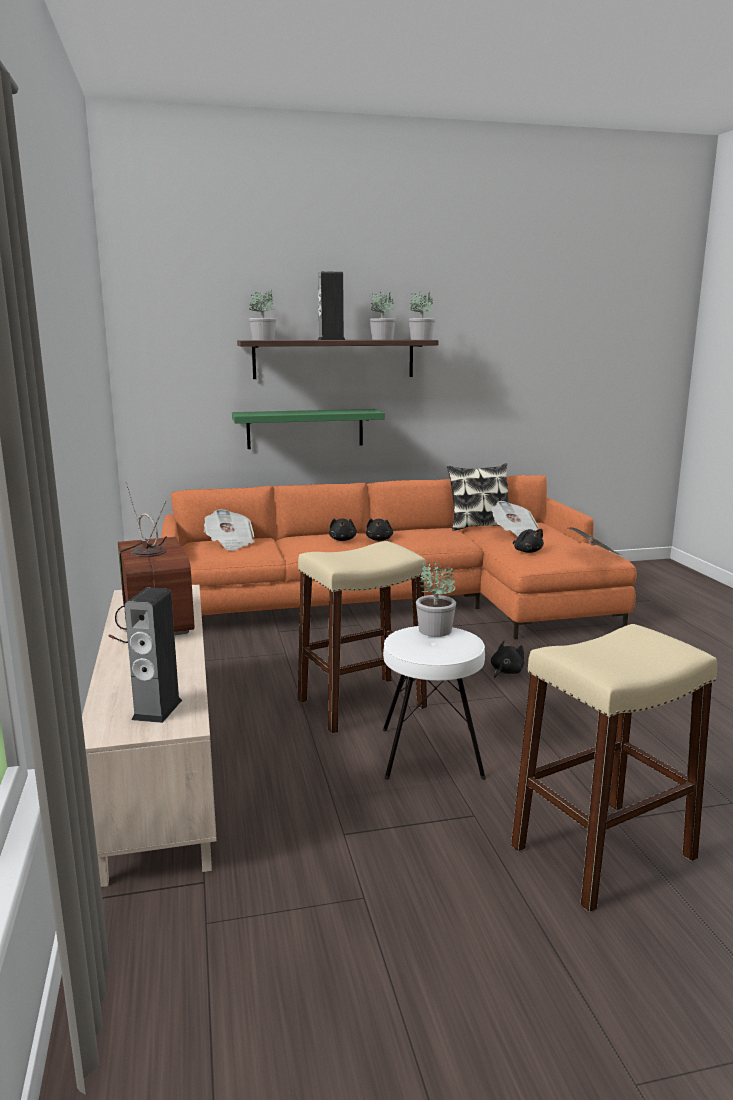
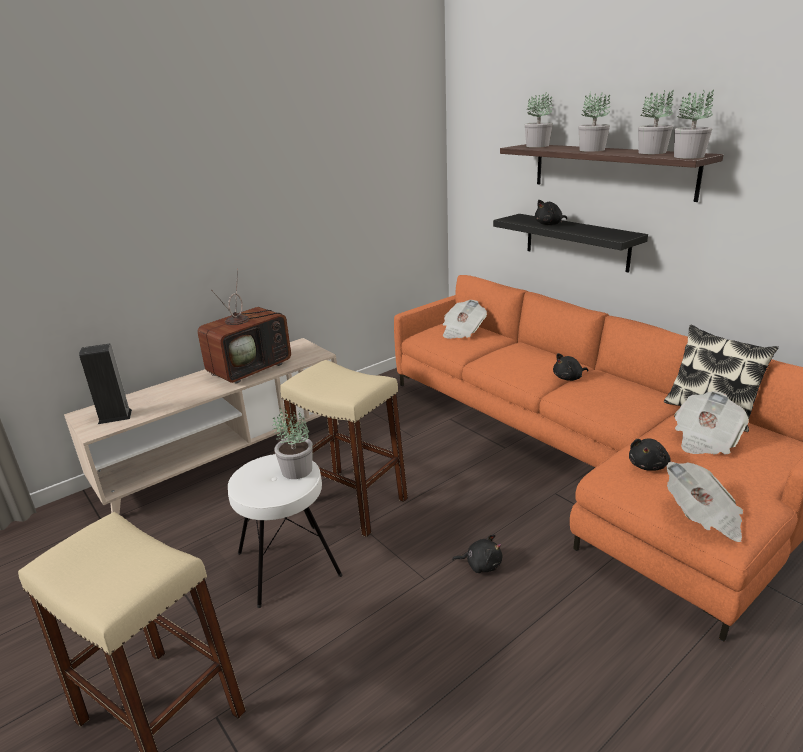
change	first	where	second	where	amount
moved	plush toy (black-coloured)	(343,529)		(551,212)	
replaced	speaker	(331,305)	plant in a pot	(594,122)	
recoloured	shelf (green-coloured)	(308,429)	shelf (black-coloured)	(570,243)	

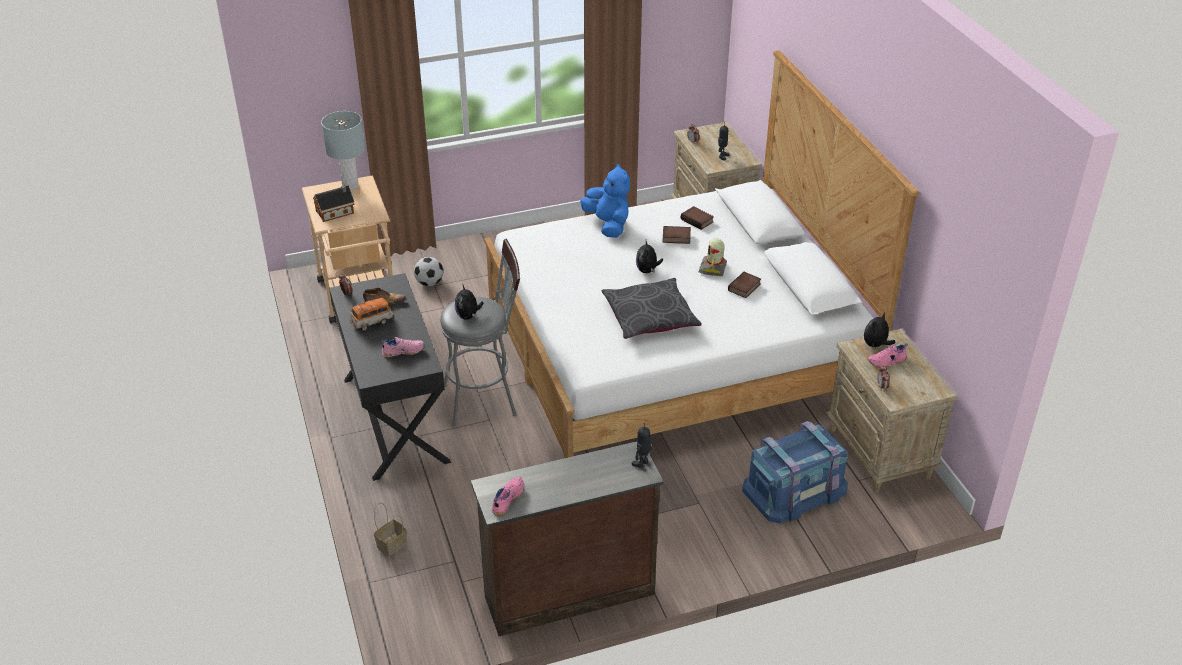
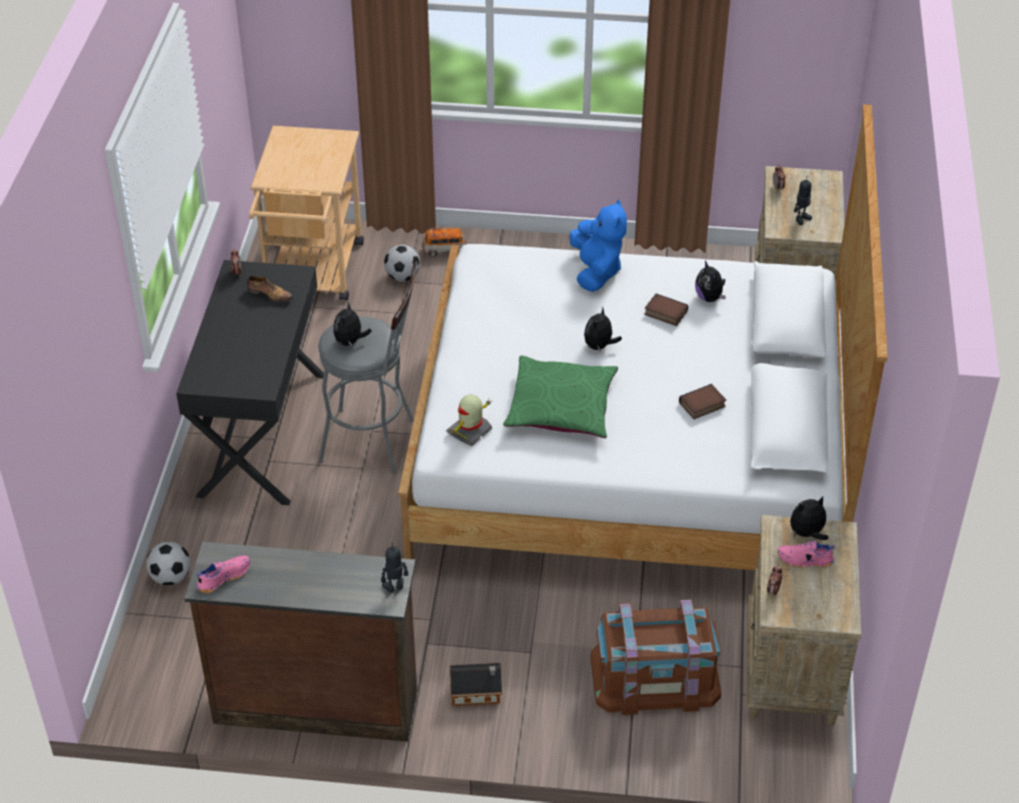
change	first	where	second	where	amount
removed	tabletop lamp (gray)	(343,150)			
removed	low shoe (pinkish)	(402,347)			
moved	miniature house	(334,203)		(476,684)	
moved	model car	(371,314)		(444,242)	
moved	model robot	(713,257)		(469,421)	
replaced	basket	(390,529)	football ball	(168,563)	
replaced	bound book	(697,218)	plush toy	(710,281)	
recoloured	cushion (gray)	(652,308)	cushion (green-coloured)	(560,397)	
recoloured	storage container (bluish)	(795,472)	storage container (brownish)	(655,657)	

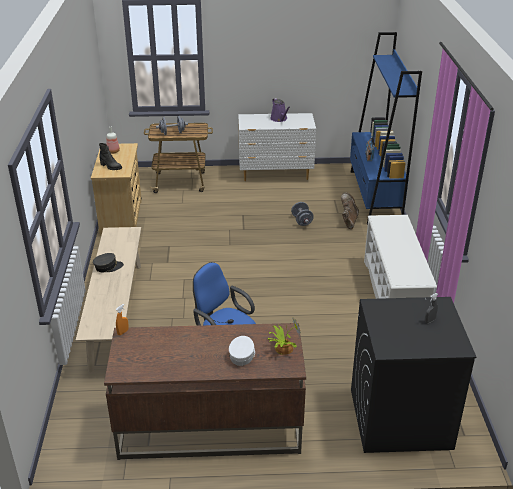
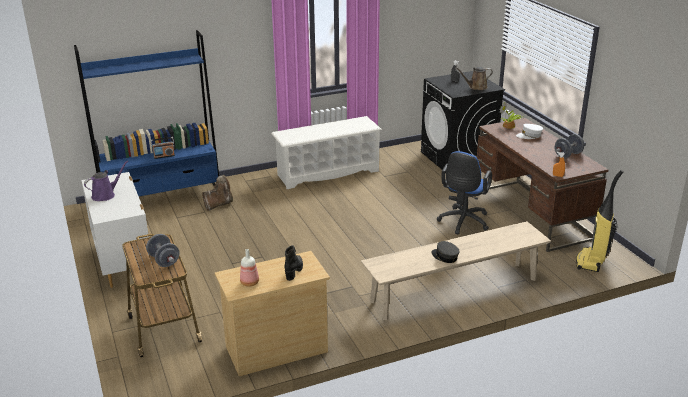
change	first	where	second	where	amount
added			watering can (brownish)	(474,78)	
added			vacuum	(600,221)	
moved	hand weight (gray)	(302,214)		(569,146)	
turned	tall boot (brownish)	(350,210)		(217,193)	150 degrees clockwise

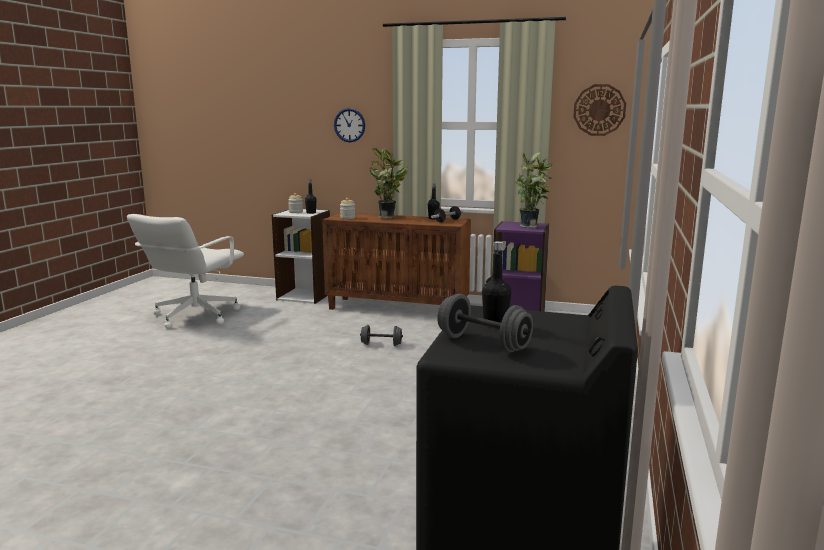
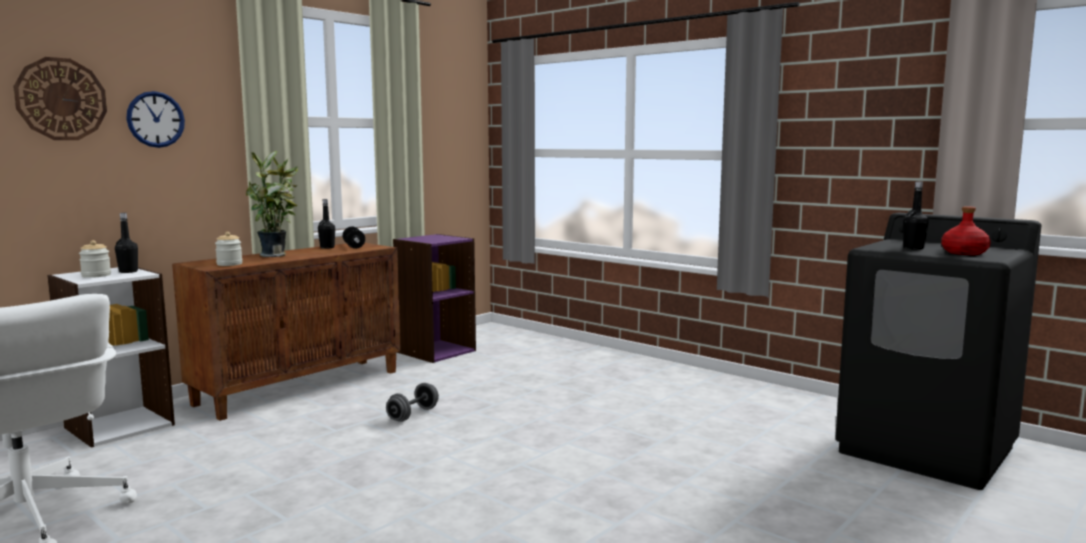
change	first	where	second	where	amount
removed	plant in a pot	(534,190)			
moved	clock on the wall	(599,110)		(60,98)	
replaced	hand weight (gray)	(485,323)	beverage bottle (reddish)	(966,230)	

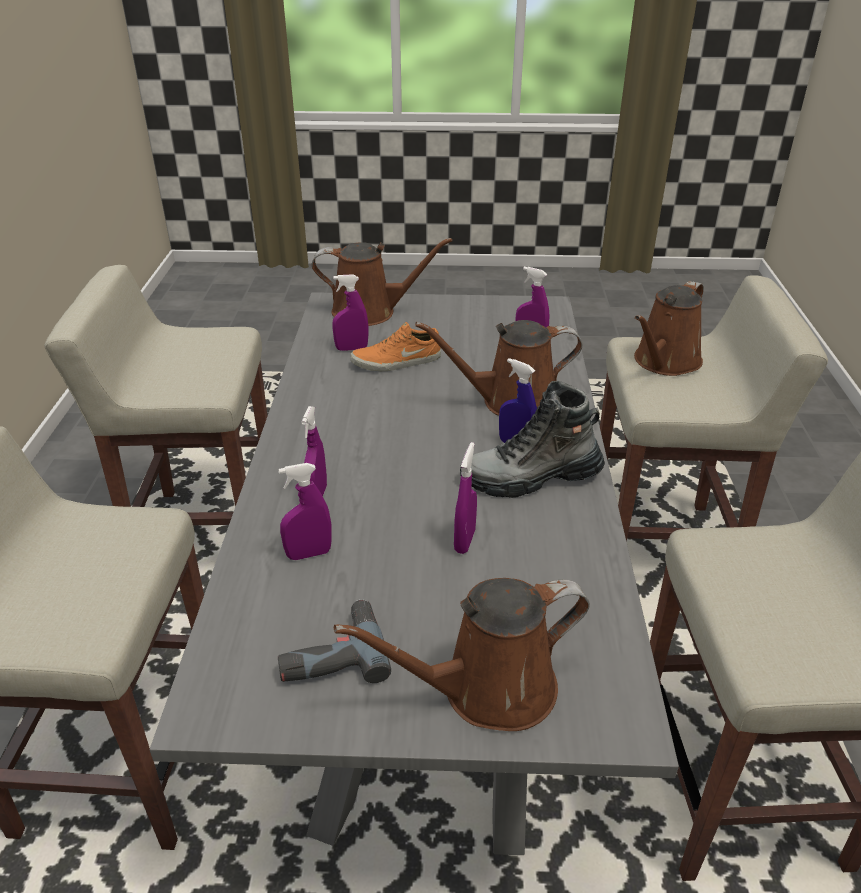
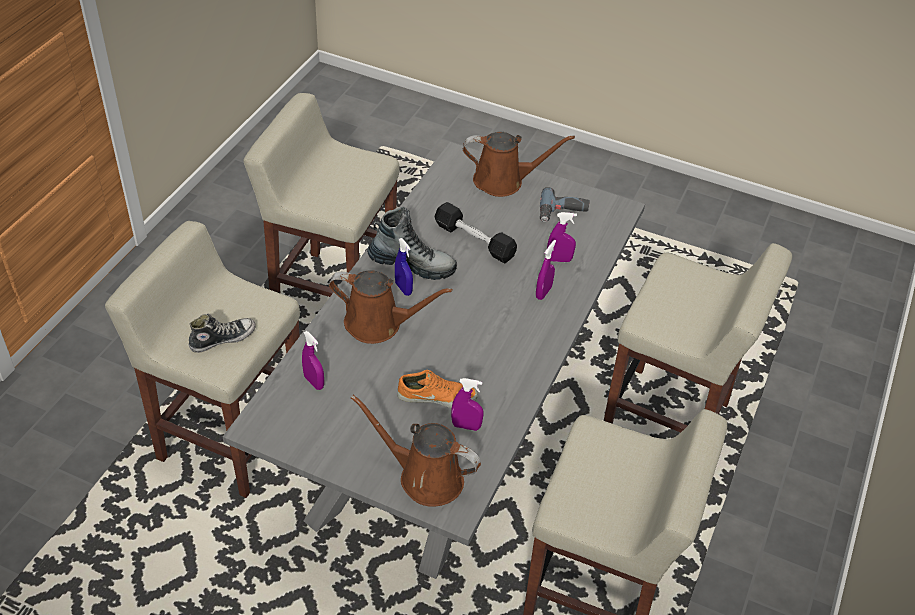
change	first	where	second	where	amount
replaced	spray bottle (purplish)	(465,498)	hand weight (black-coloured)	(475,232)	
replaced	watering can (brownish)	(669,328)	low shoe	(222,333)	

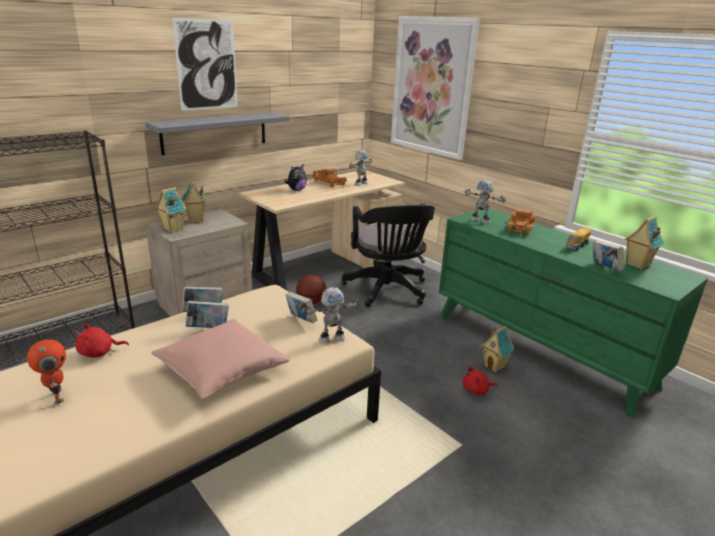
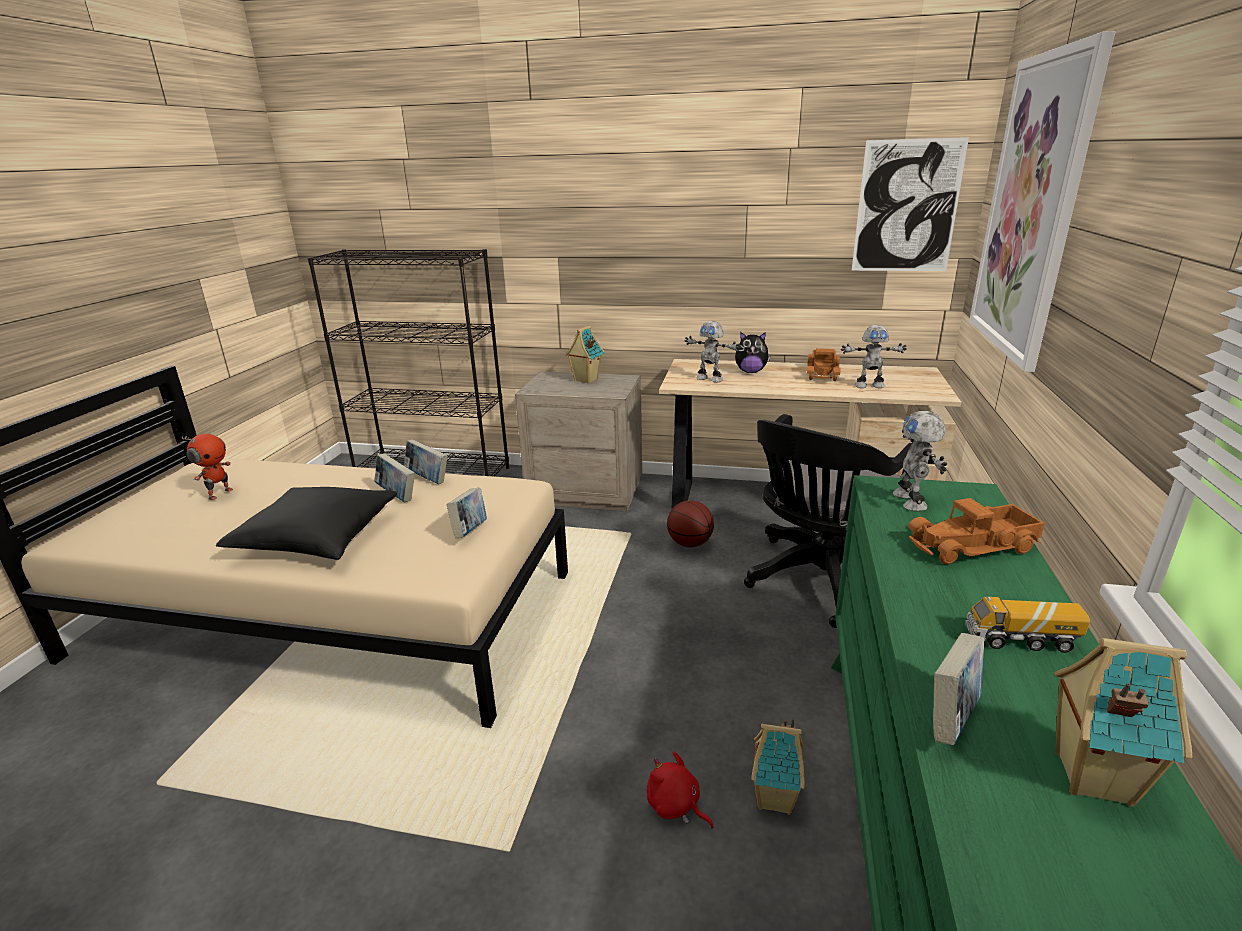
change	first	where	second	where	amount
removed	plush toy (reddish)	(101,340)			
removed	shelf (gray)	(217,133)			
removed	miniature house	(171,210)			
moved	picture	(205,64)		(910,204)	
moved	model robot	(331,315)		(712,351)	
recoloured	cushion (pinkish)	(220,359)	cushion (black-coloured)	(306,523)	

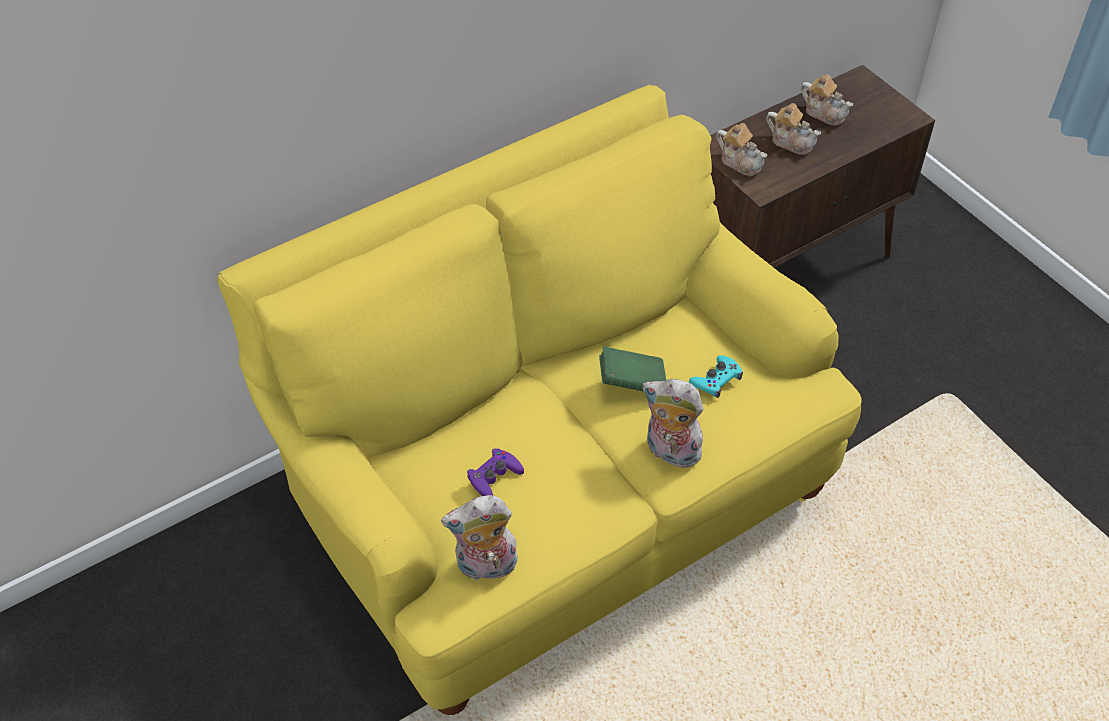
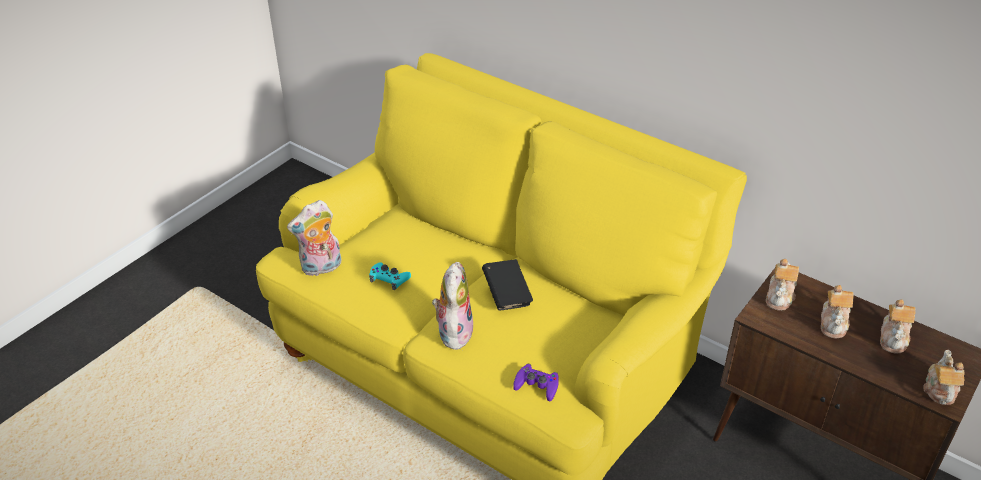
change	first	where	second	where	amount
added			teapot	(944,377)	
moved	game controller (purplish)	(495,472)		(535,382)	
moved	game controller (turquoise)	(716,376)		(390,276)	
recoloured	bound book (green-coloured)	(632,369)	bound book (black-coloured)	(507,284)	
turned	plush toy	(479,537)		(314,238)	90 degrees counterclockwise

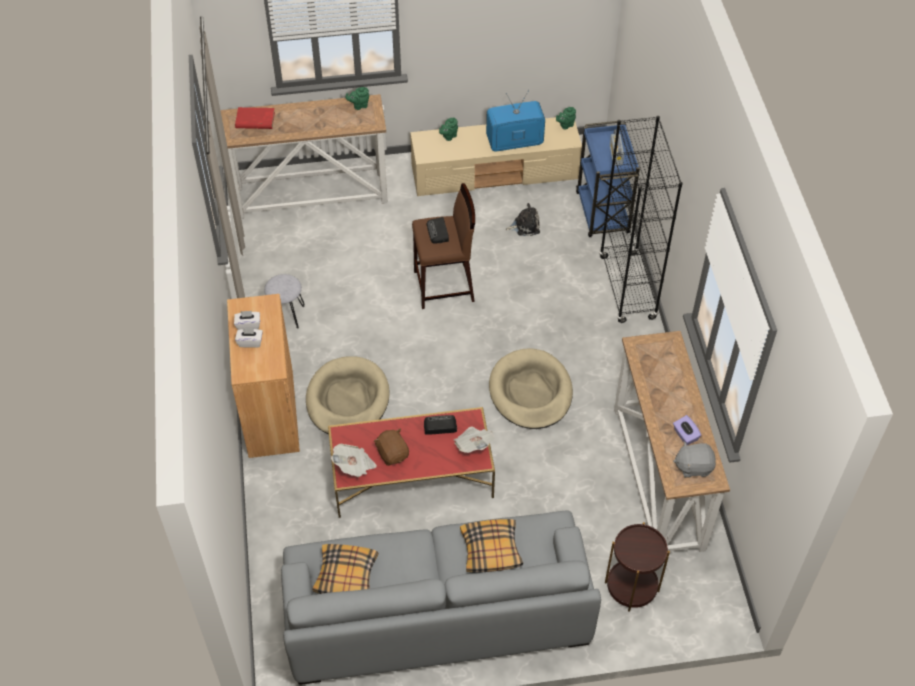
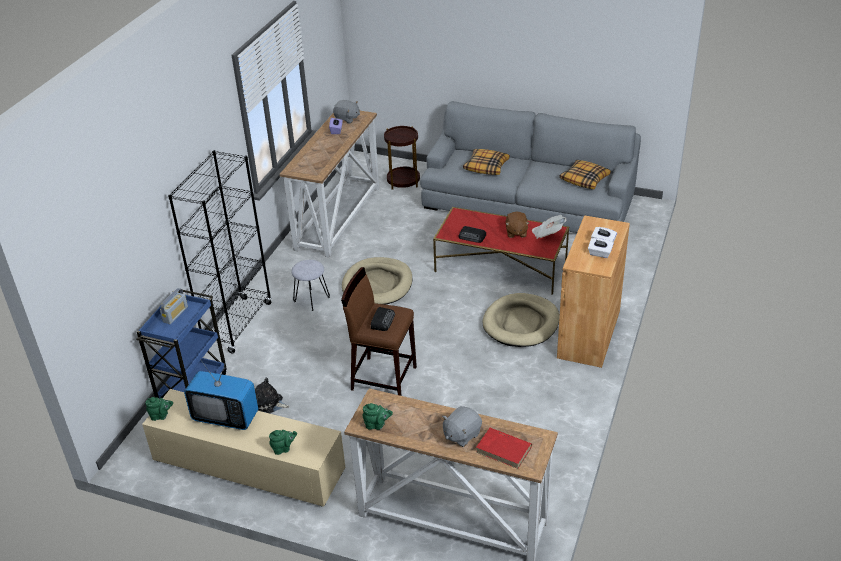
change	first	where	second	where	amount
removed	newspaper	(474,439)			
added			plush toy (gray)	(462,426)	
moved	sitting stool (gray)	(284,301)		(310,285)	

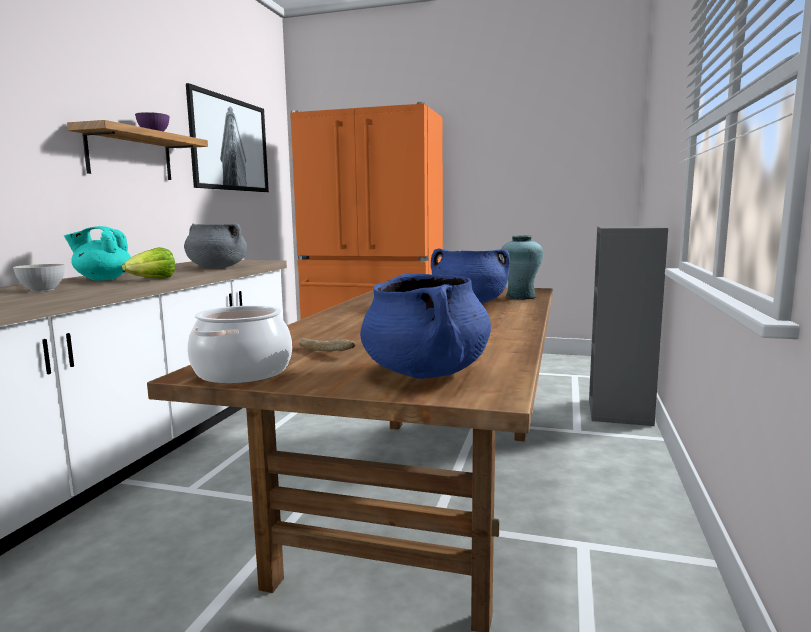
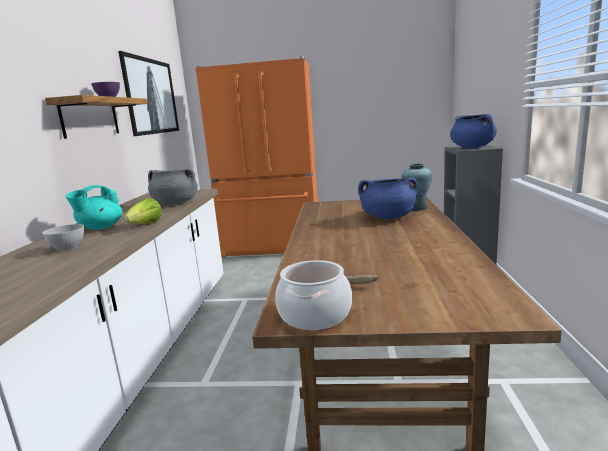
change	first	where	second	where	amount
moved	stockpot (bluish)	(425,326)		(473,131)	
turned	teapot (turquoise)	(97,253)		(94,207)	45 degrees counterclockwise

